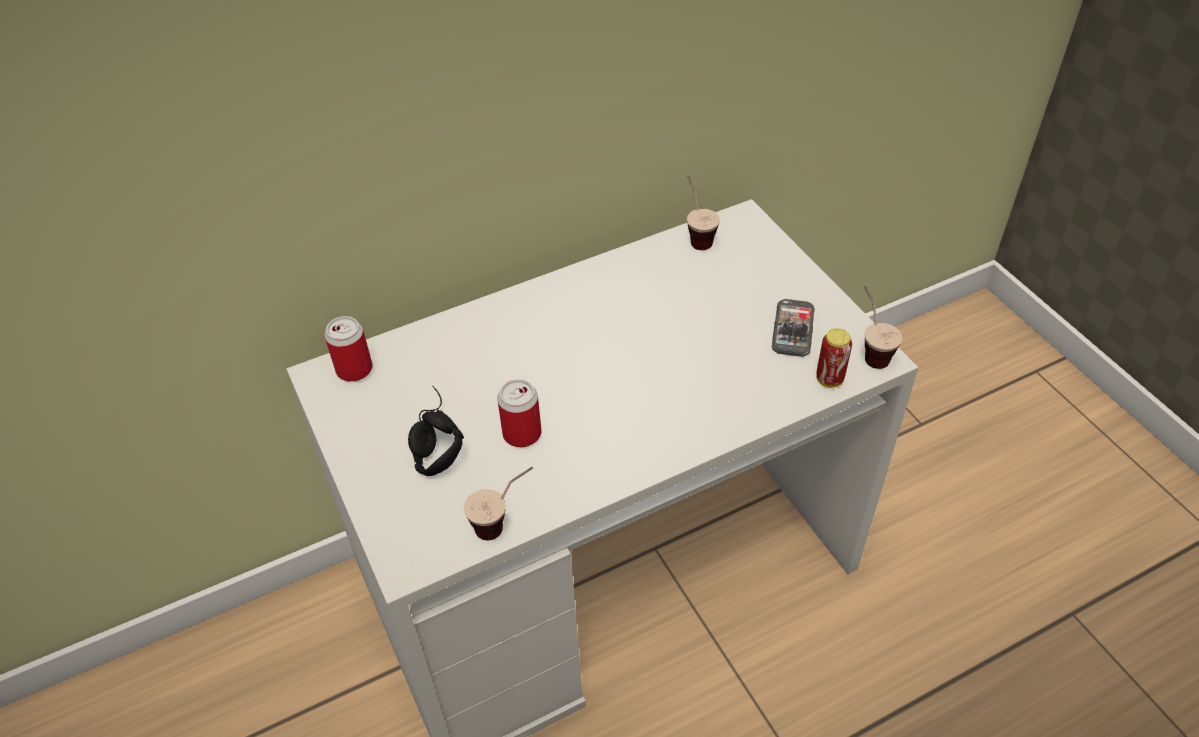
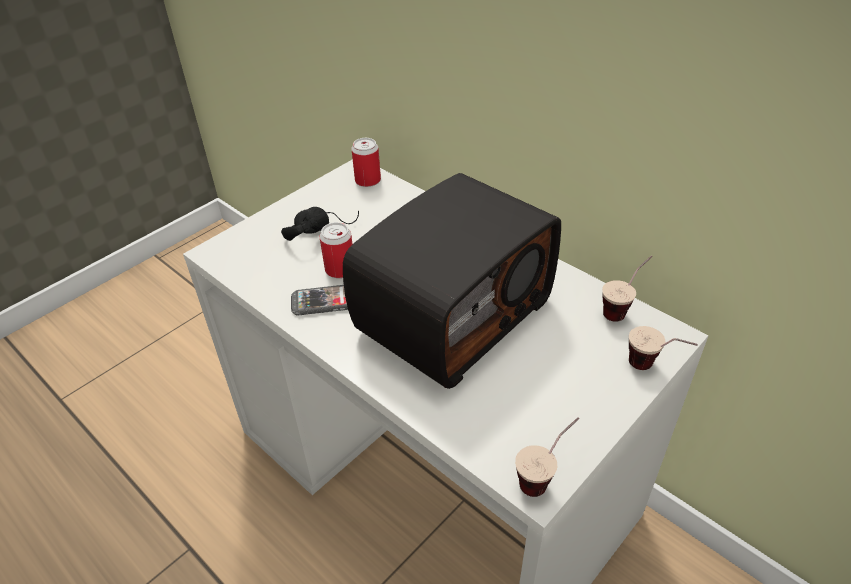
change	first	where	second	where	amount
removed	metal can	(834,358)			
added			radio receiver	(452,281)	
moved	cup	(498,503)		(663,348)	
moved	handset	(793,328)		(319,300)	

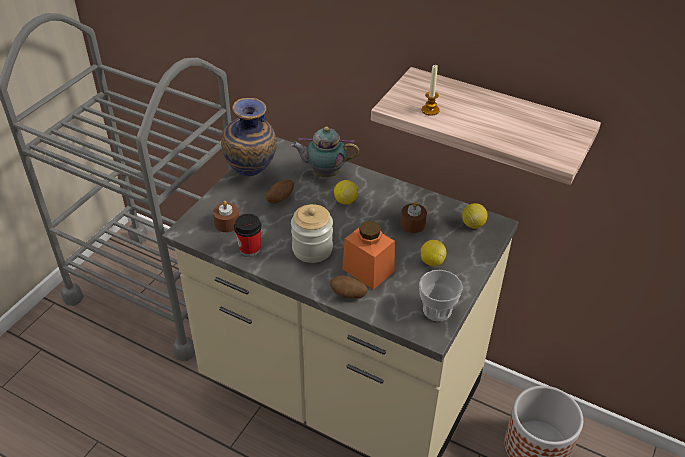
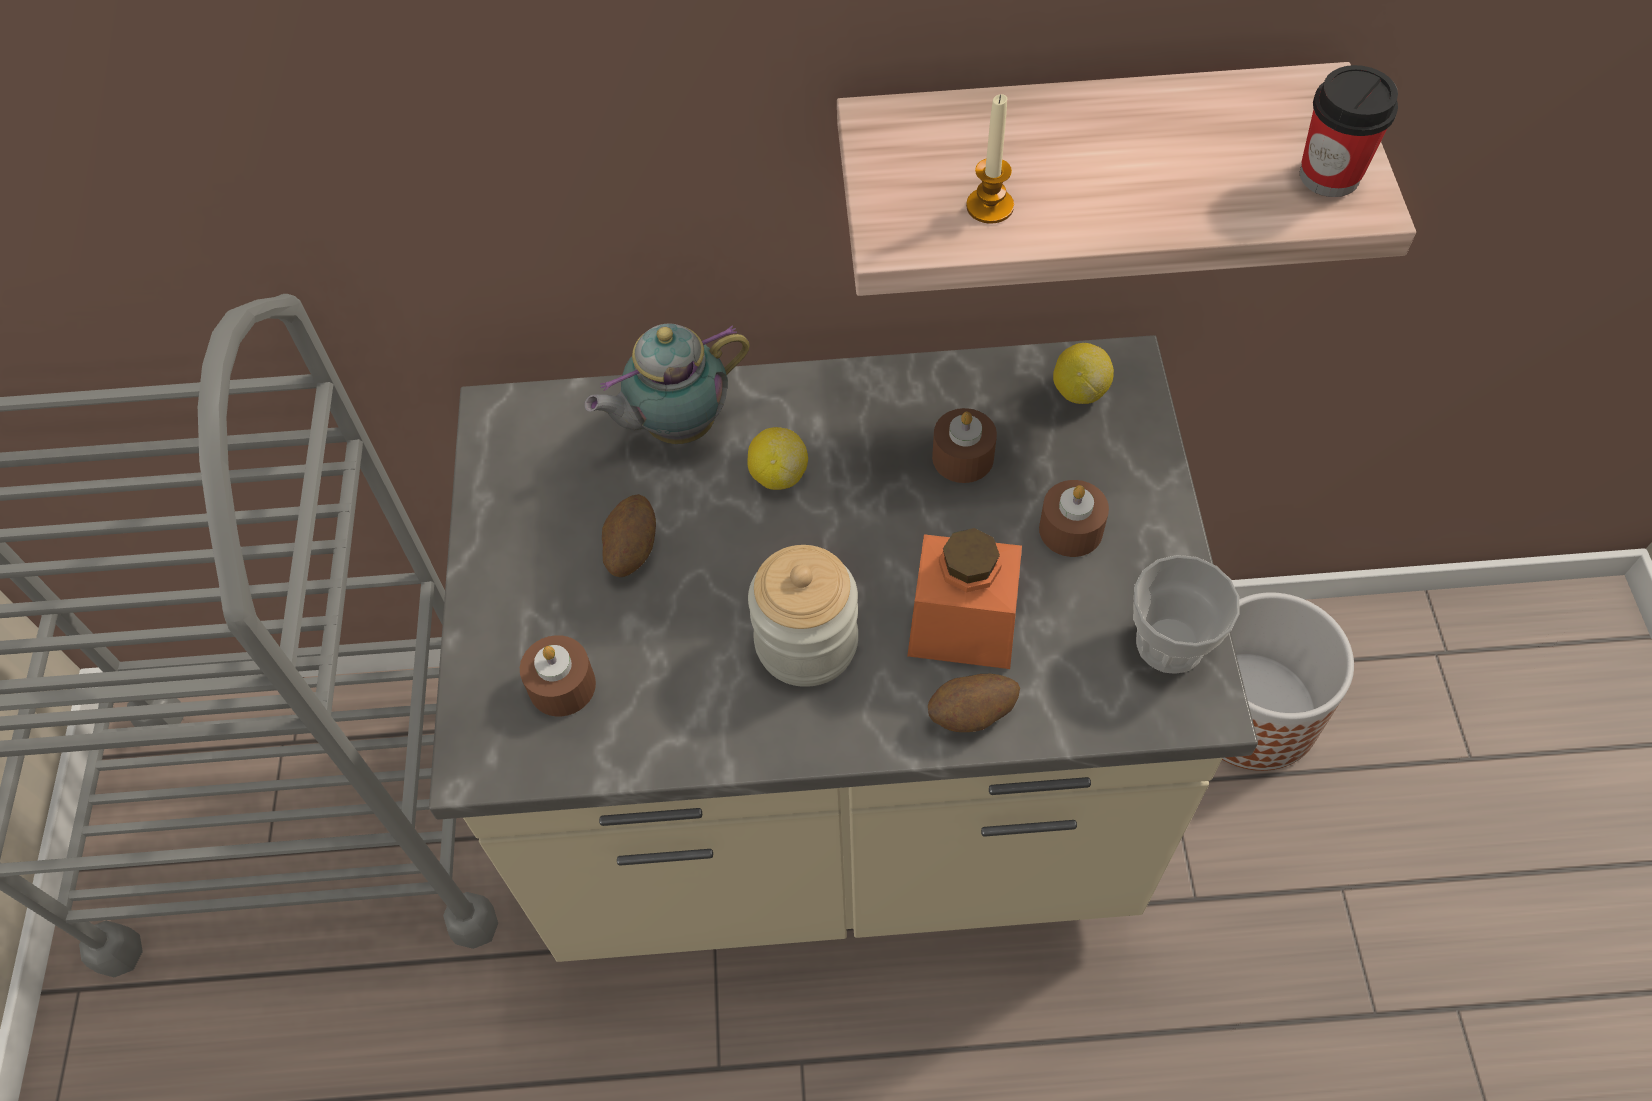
change	first	where	second	where	amount
removed	flower vase	(249,137)			
moved	cup	(248,235)		(1349,131)	
replaced	lemon	(434,253)	wax candle (brownish)	(1074,518)	

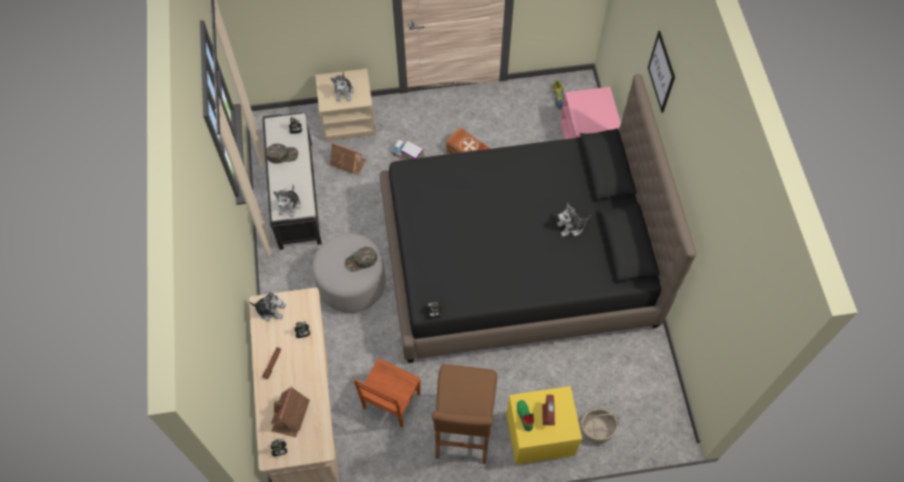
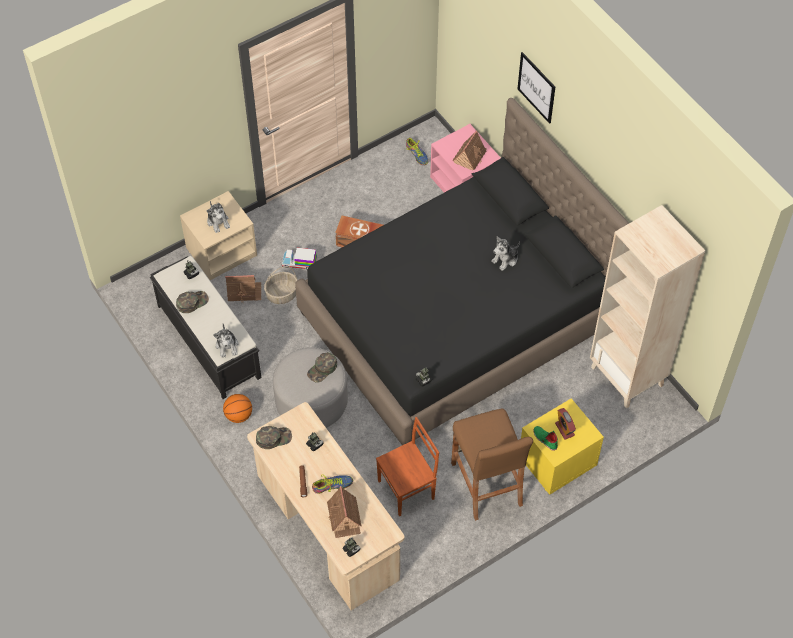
change	first	where	second	where	amount
added			basketball	(237,408)	
added			low shoe	(332,484)	
added			miniature house	(469,150)	
added			shelving unit (beige)	(647,306)	
moved	basket	(600,426)		(281,285)	
replaced	plush toy	(267,306)	peaked cap (green-coloured)	(274,437)	
turned	plain chair (brownish)	(387,392)		(407,467)	120 degrees counterclockwise

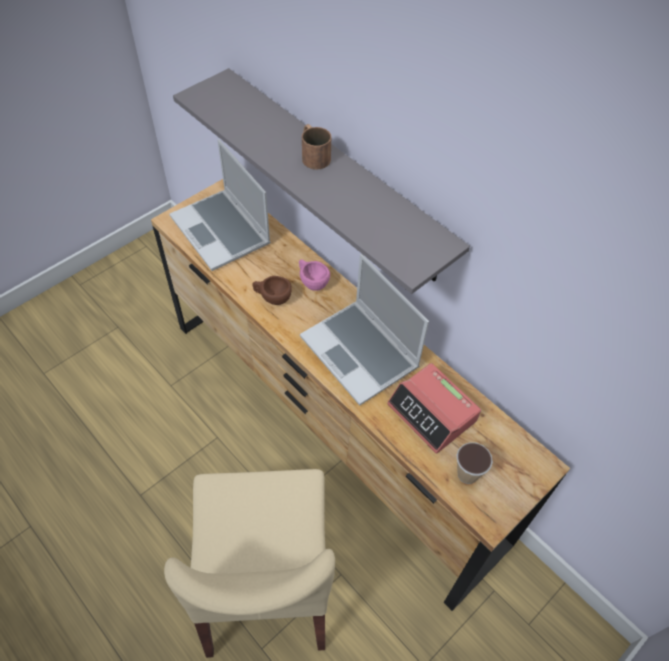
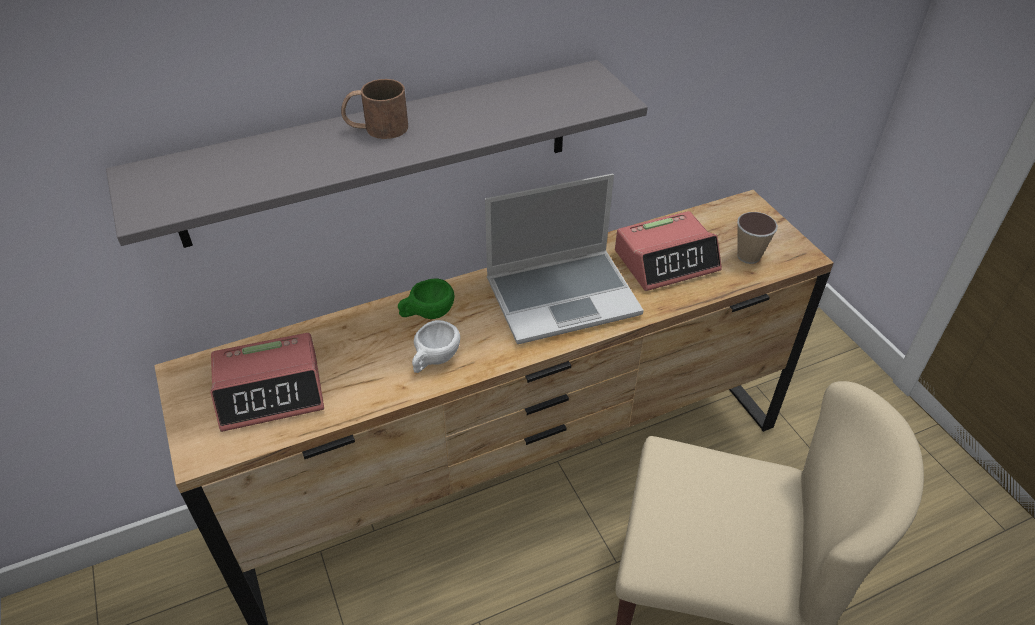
change	first	where	second	where	amount
replaced	laptop	(220,205)	alarm clock	(267,382)	
recoloured	cup (brownish)	(272,290)	cup (whitish)	(436,346)	
recoloured	cup (pinkish)	(314,275)	cup (green-coloured)	(426,299)	

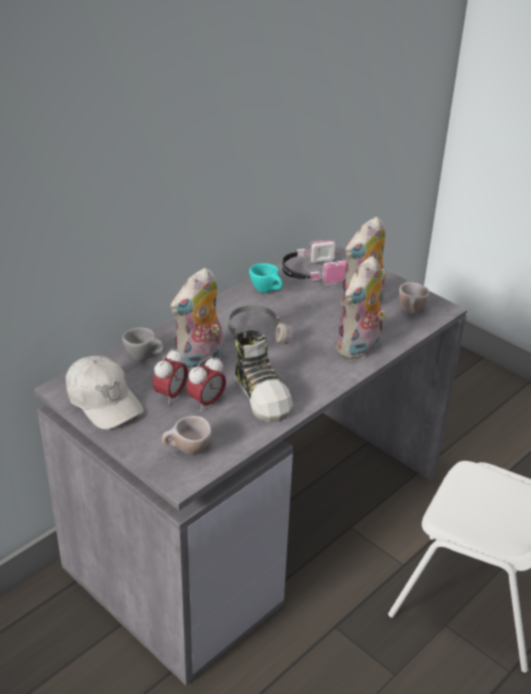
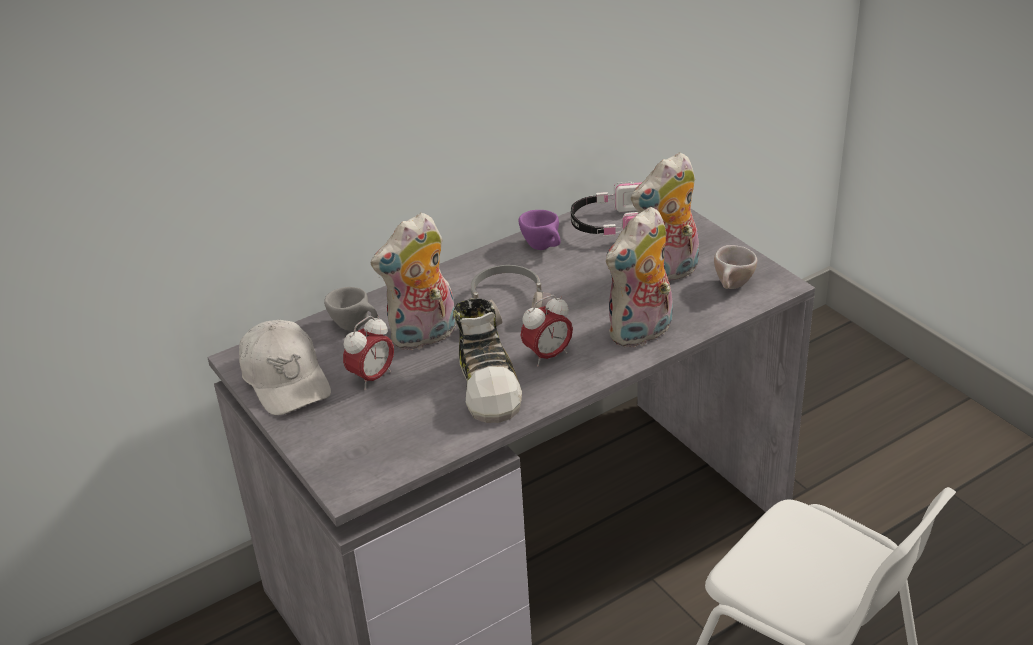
change	first	where	second	where	amount
removed	cup (beige)	(187,435)			
moved	alarm clock	(206,384)		(547,331)	
recoloured	cup (turquoise)	(266,278)	cup (purplish)	(540,230)	

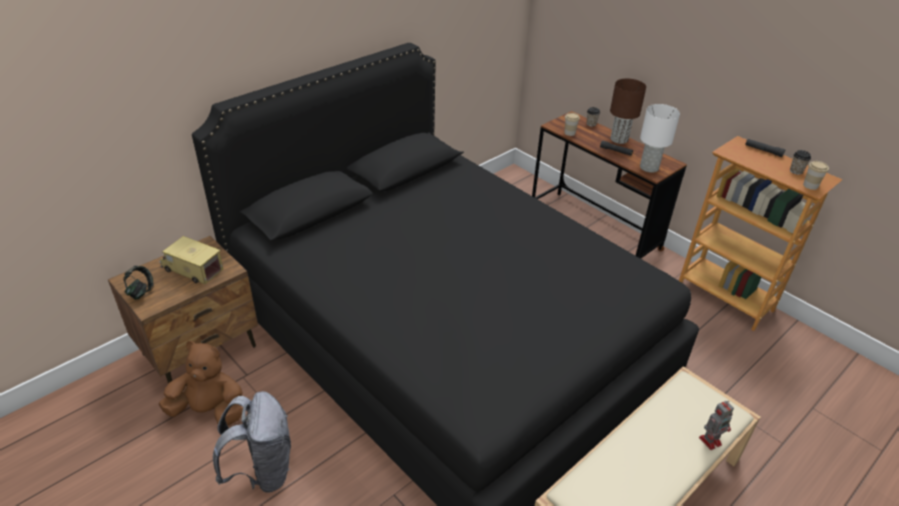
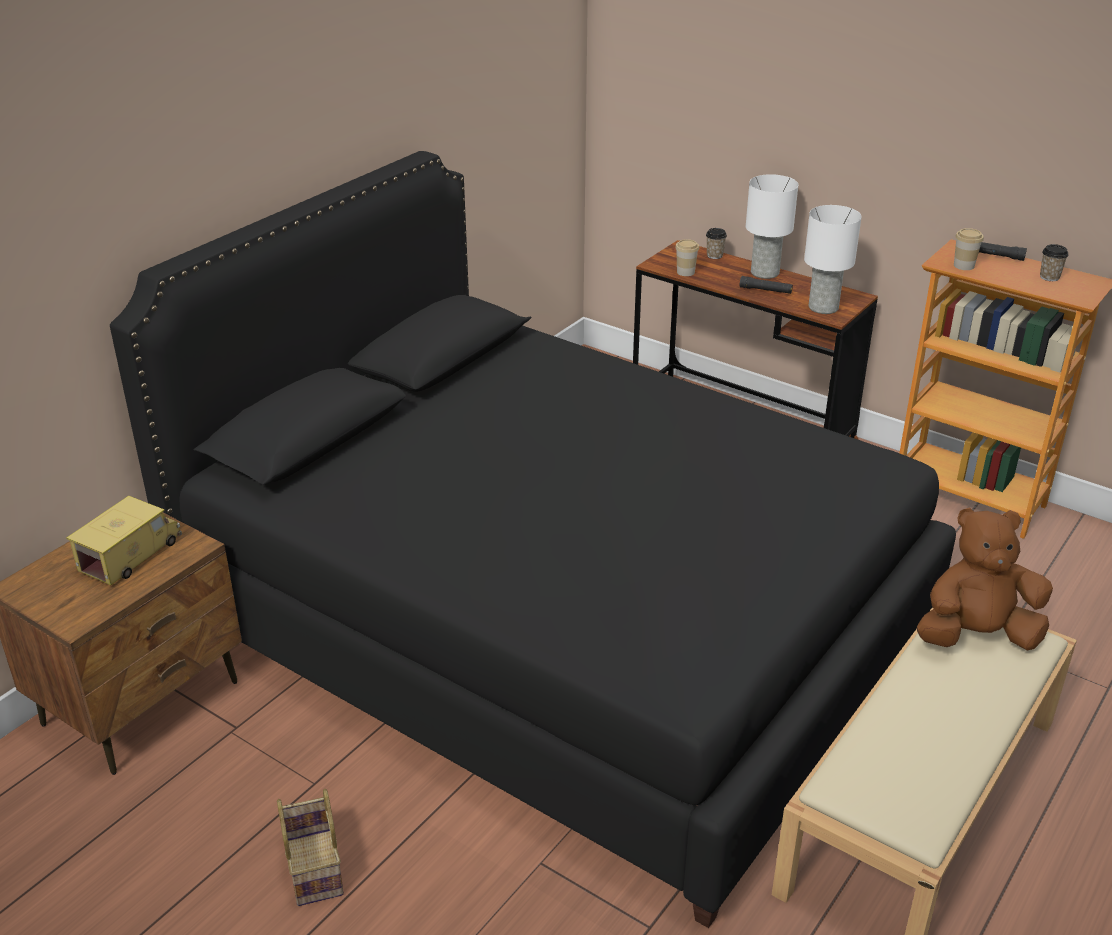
change	first	where	second	where	amount
removed	headset	(138,283)			
removed	model robot	(716,425)			
moved	plush toy (brownish)	(200,383)		(985,579)	
moved	cup	(816,175)		(969,249)	
replaced	backpack (gray)	(252,442)	basket	(310,847)	
recoloured	tabletop lamp (brownish)	(628,111)	tabletop lamp (whitish)	(772,226)	
turned	toy truck	(191,260)		(124,540)	105 degrees clockwise

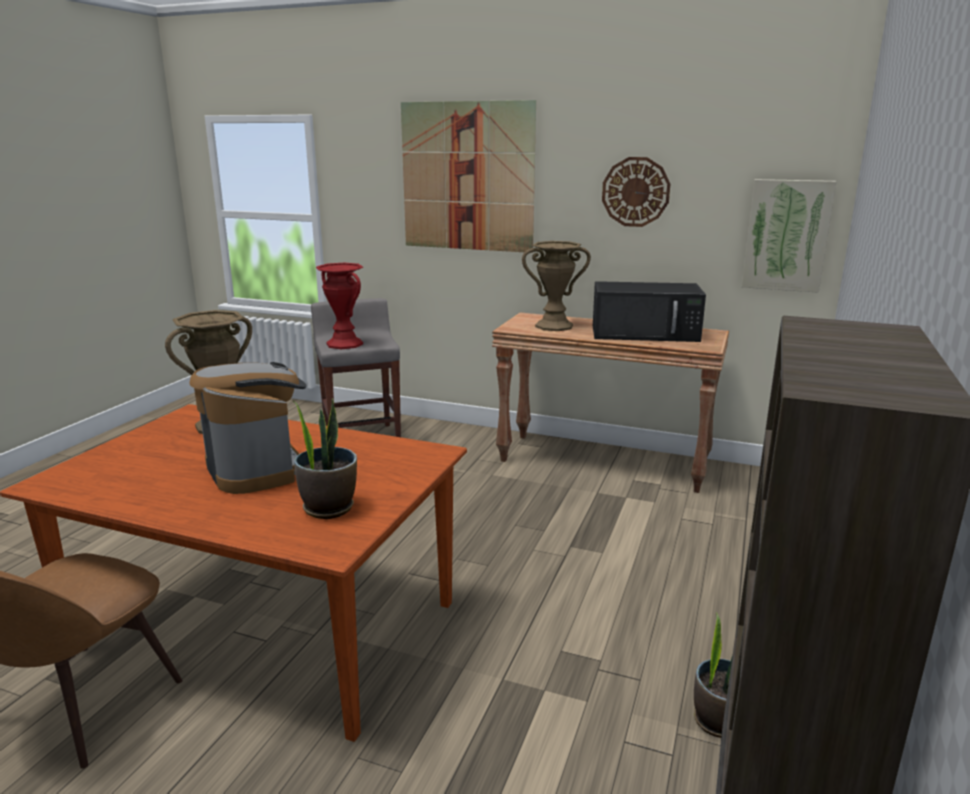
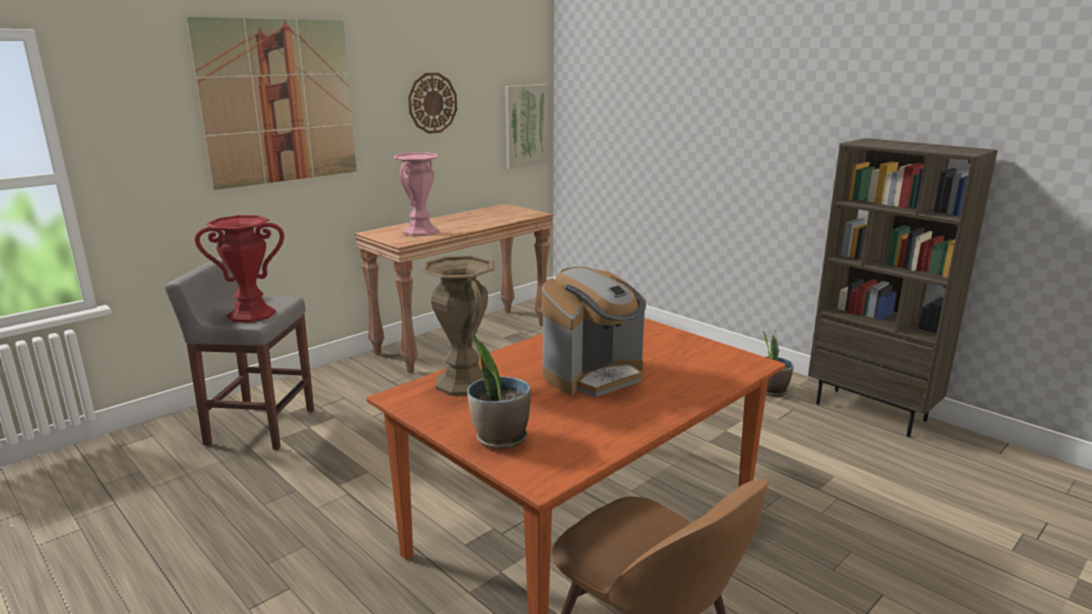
change	first	where	second	where	amount
removed	microwave (black-coloured)	(649,311)			
moved	plant in a pot	(325,458)		(499,391)	
recoloured	flower vase (brownish)	(556,286)	flower vase (pinkish)	(416,194)	
turned	coffee machine	(247,428)		(594,332)	150 degrees clockwise

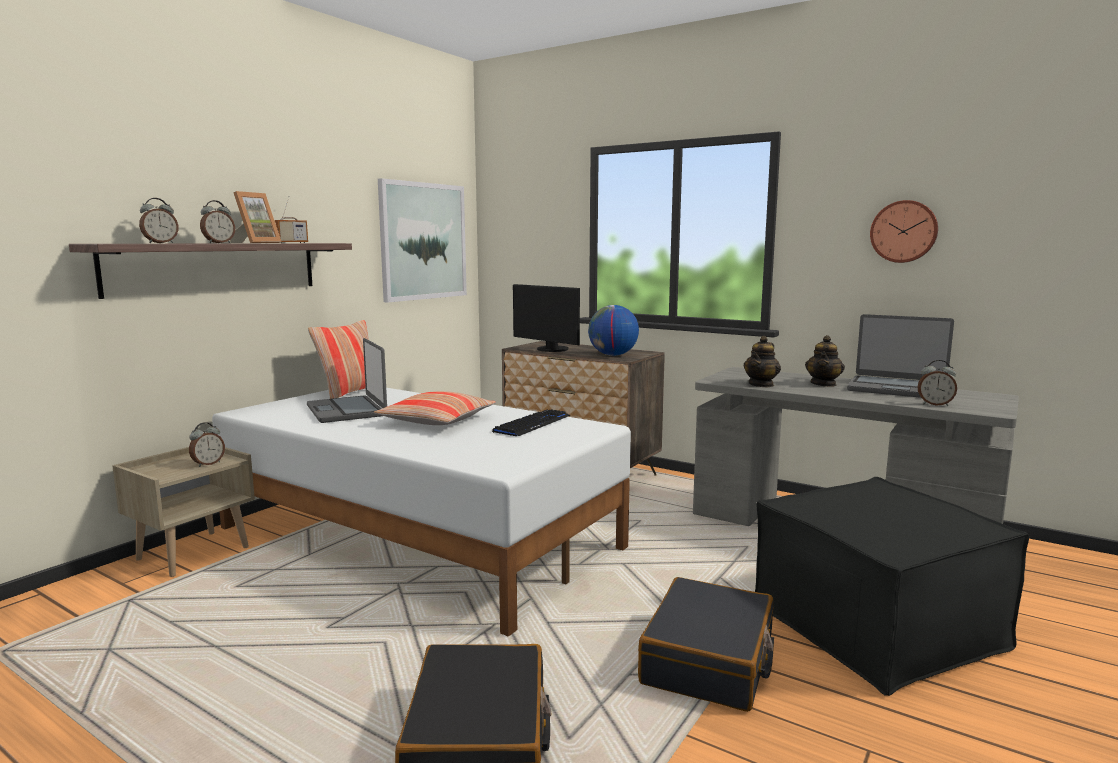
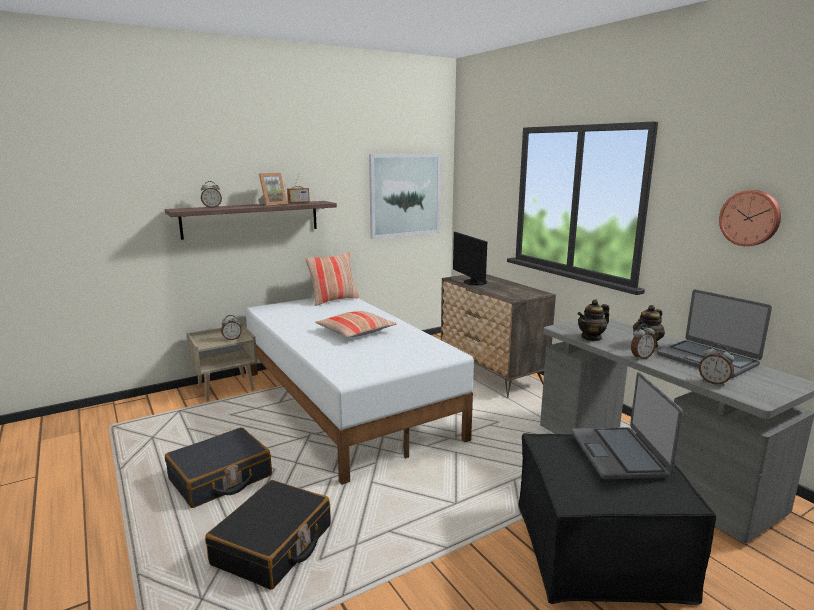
change	first	where	second	where	amount
removed	computer keyboard	(531,422)			
removed	globe	(613,330)			
moved	alarm clock	(217,221)		(643,341)	
moved	laptop	(347,380)		(627,425)	
moved	piece of luggage (black-coloured)	(706,644)		(218,468)	

